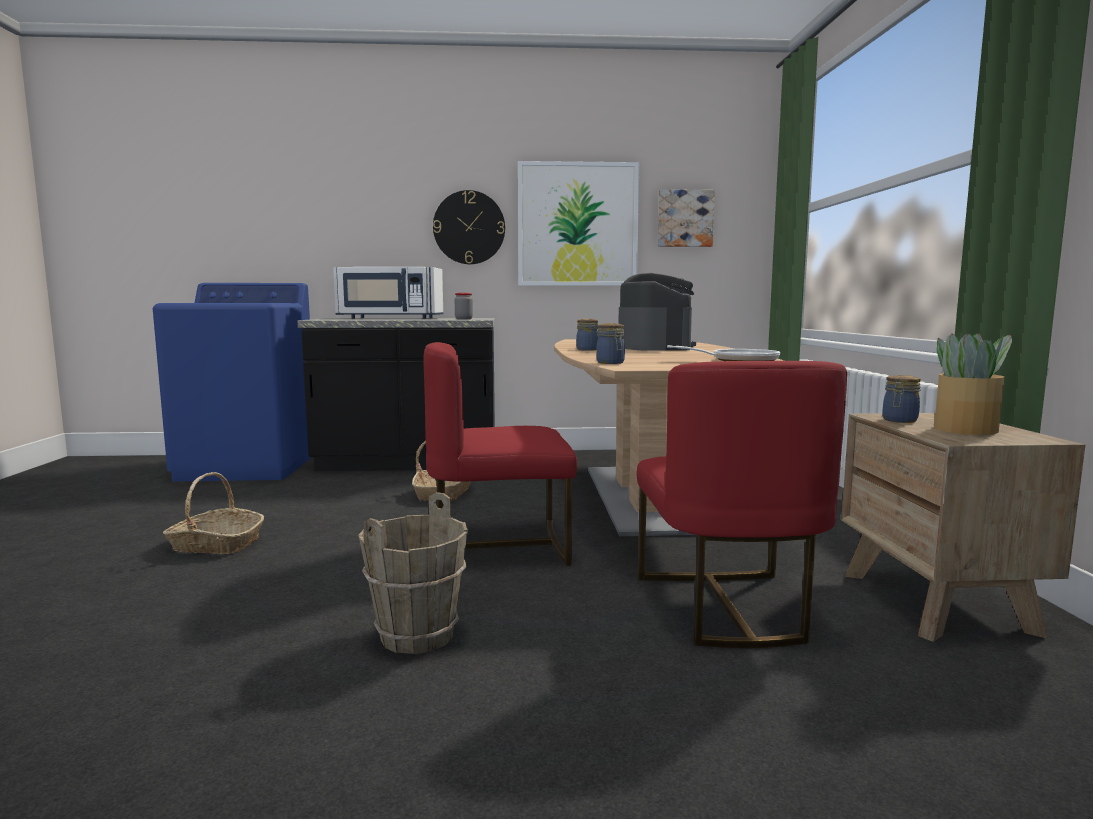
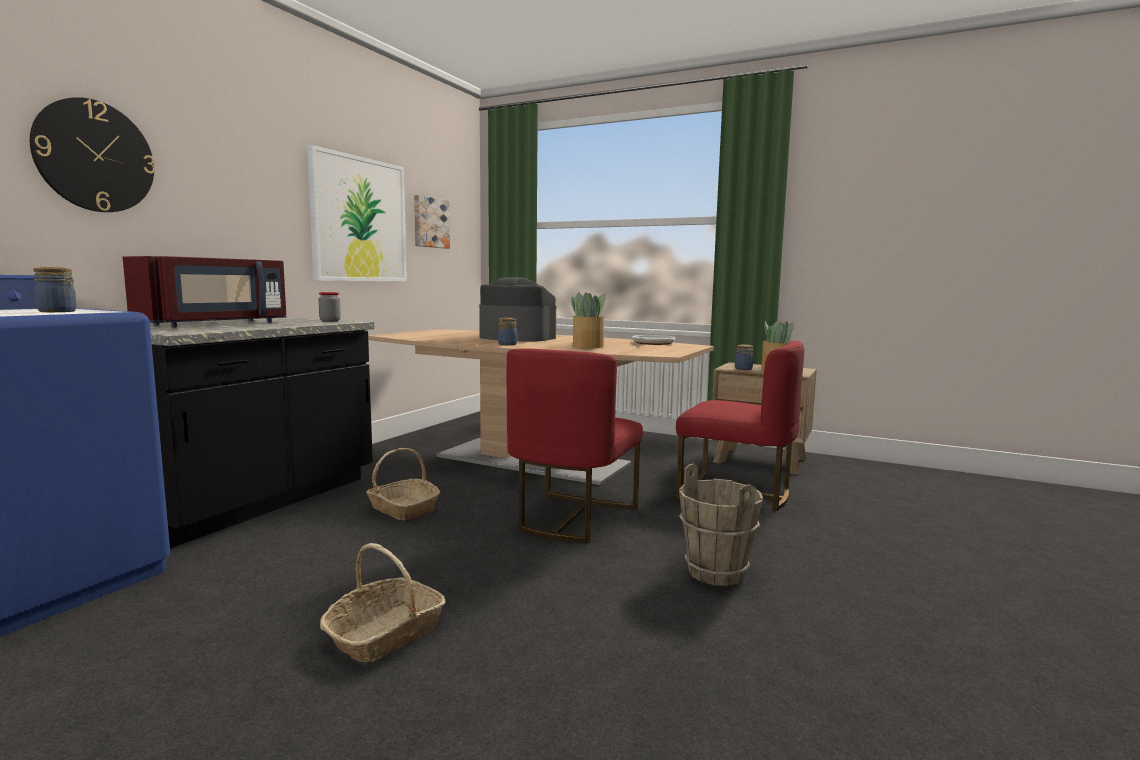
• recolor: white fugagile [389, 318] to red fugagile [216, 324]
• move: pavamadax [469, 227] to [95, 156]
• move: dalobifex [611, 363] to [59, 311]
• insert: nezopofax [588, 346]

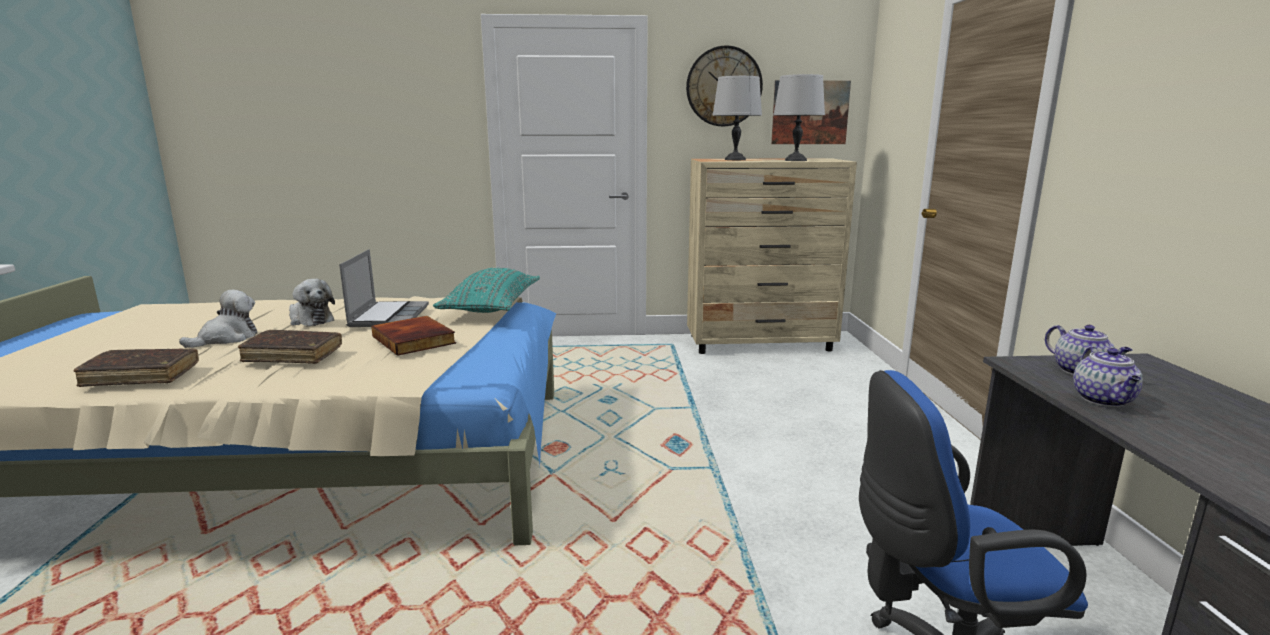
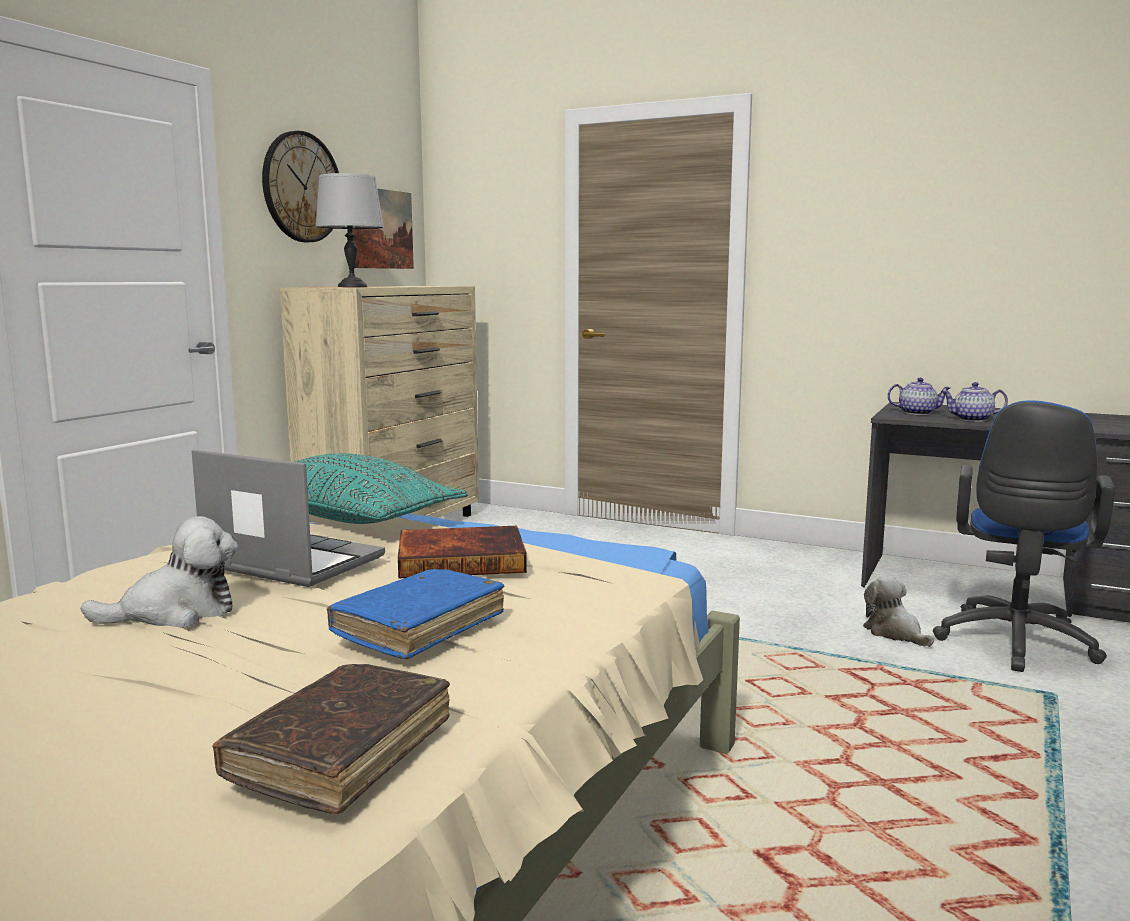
• move: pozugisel [227, 338] to [895, 633]
• recolor: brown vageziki [293, 355] to blue vageziki [419, 627]
• delete: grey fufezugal [796, 160]
• rotate: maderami [1104, 400] = [971, 419] 150 degrees clockwise

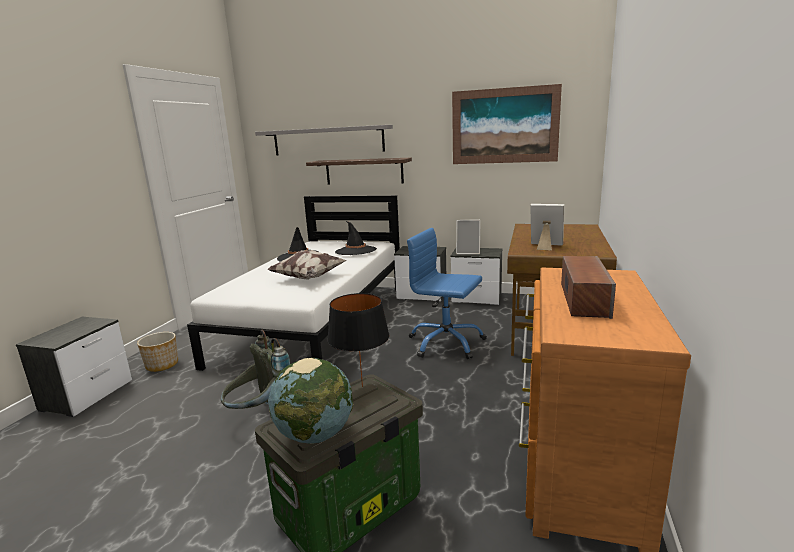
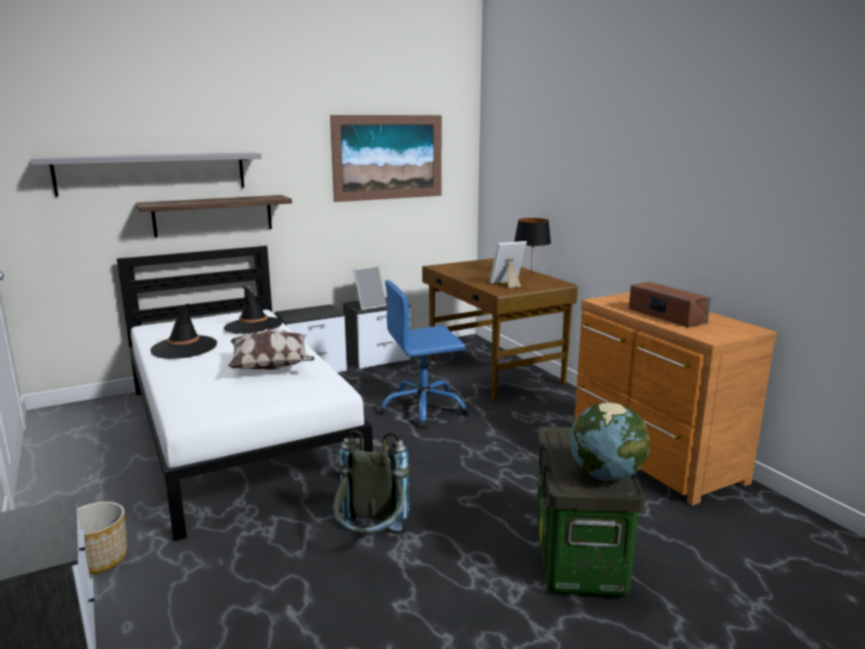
• move: black fufezugal [362, 386] to [530, 275]

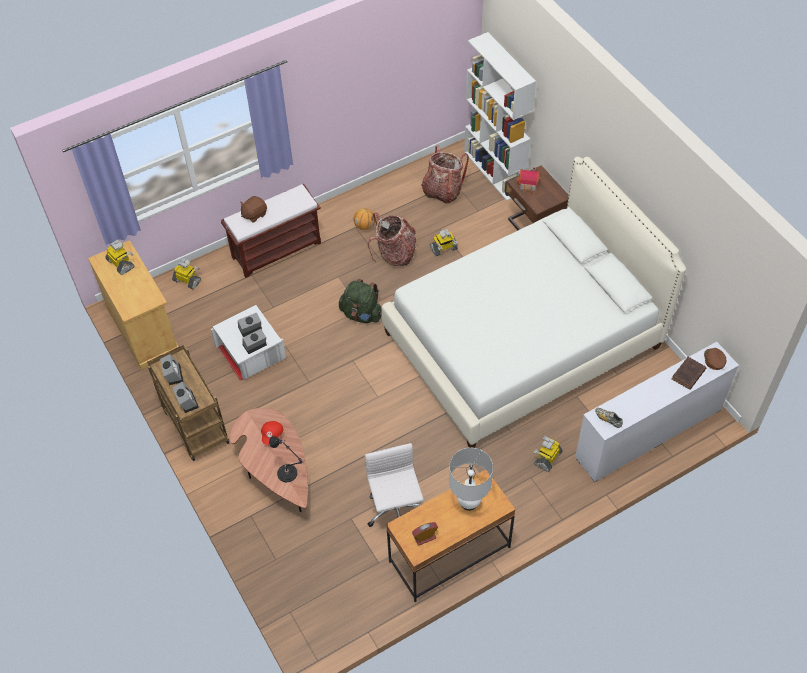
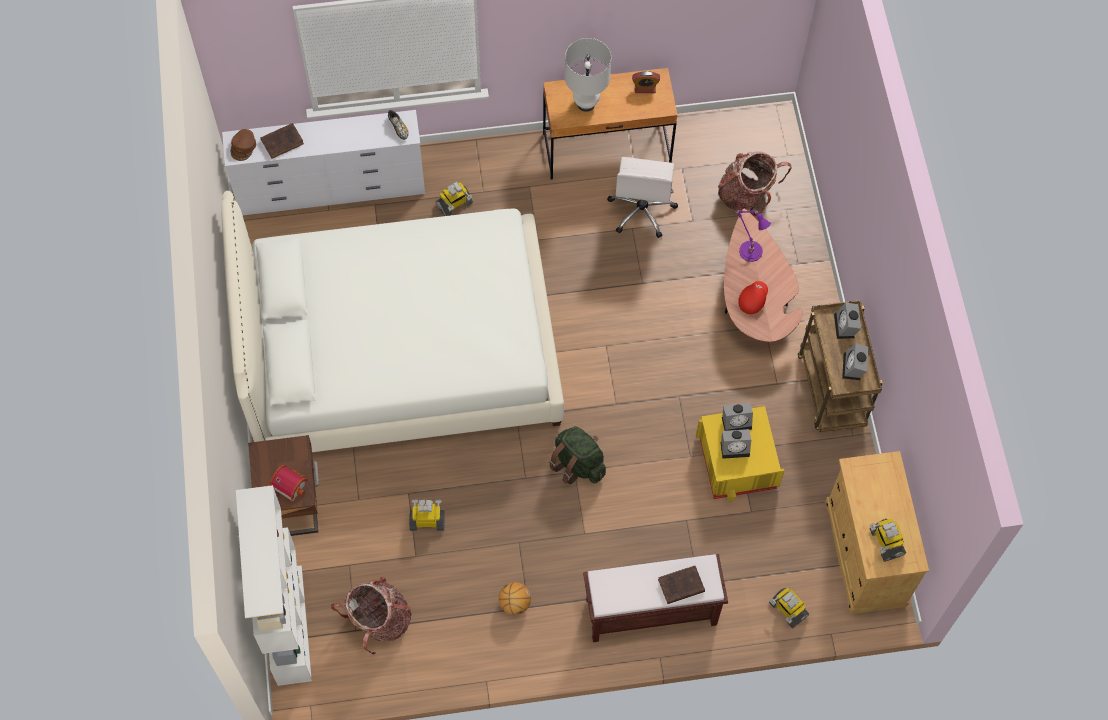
• recolor: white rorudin [250, 354] to yellow rorudin [737, 461]
• replace: brown pozugisel [254, 214] to brown vageziki [680, 586]
• recolor: black fufezugal [288, 474] to purple fufezugal [749, 249]
• move: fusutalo [395, 254] to [747, 195]

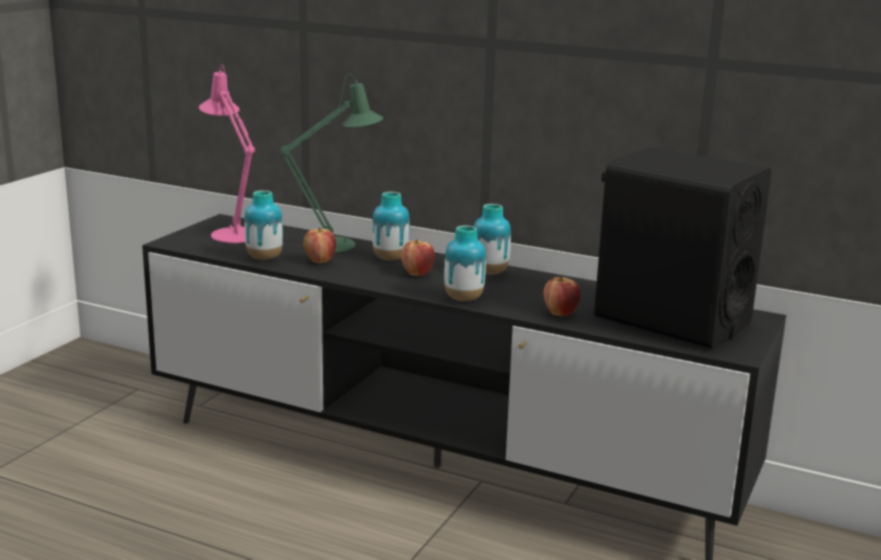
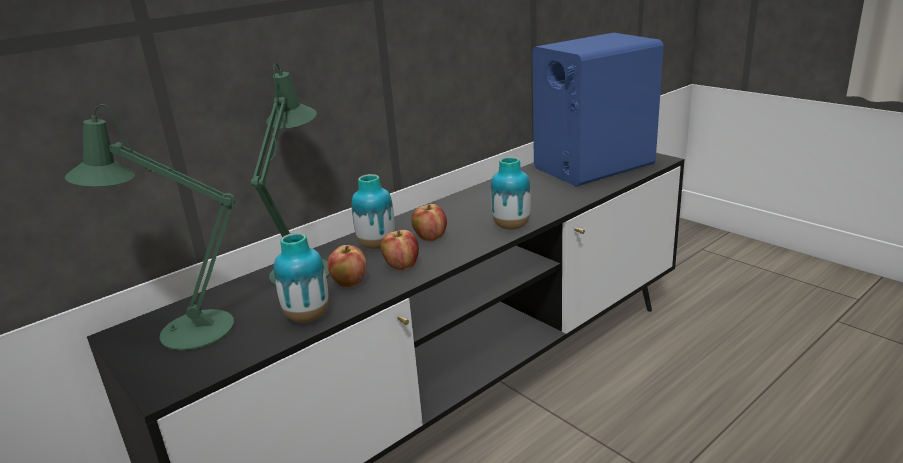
• recolor: pink fufezugal [233, 233] to green fufezugal [185, 331]
• delete: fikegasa [490, 272]
• move: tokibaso [560, 313] to [402, 266]
• recolor: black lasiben [671, 320] to blue lasiben [593, 167]

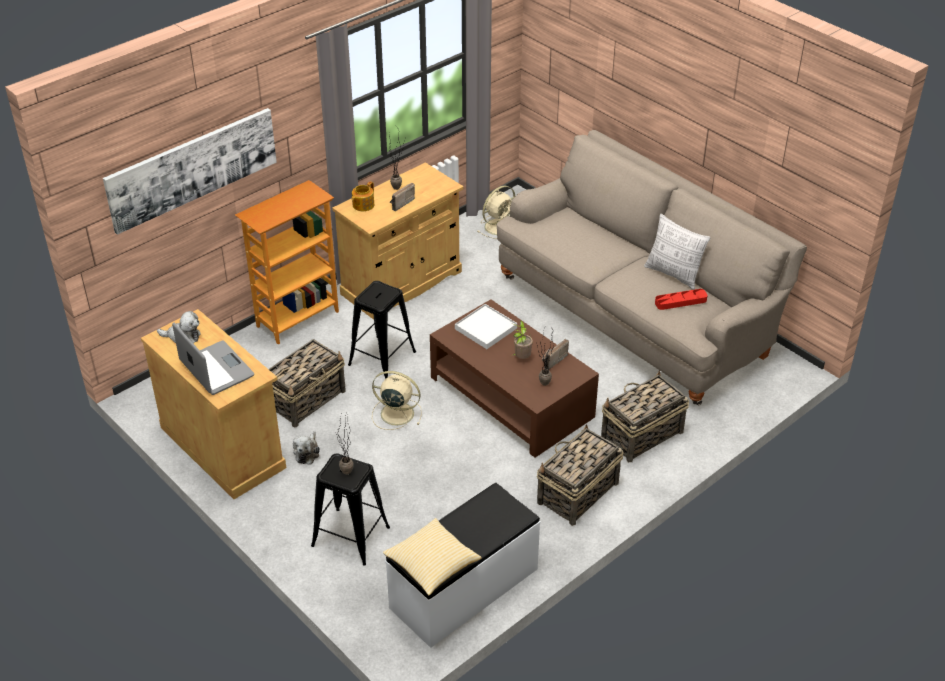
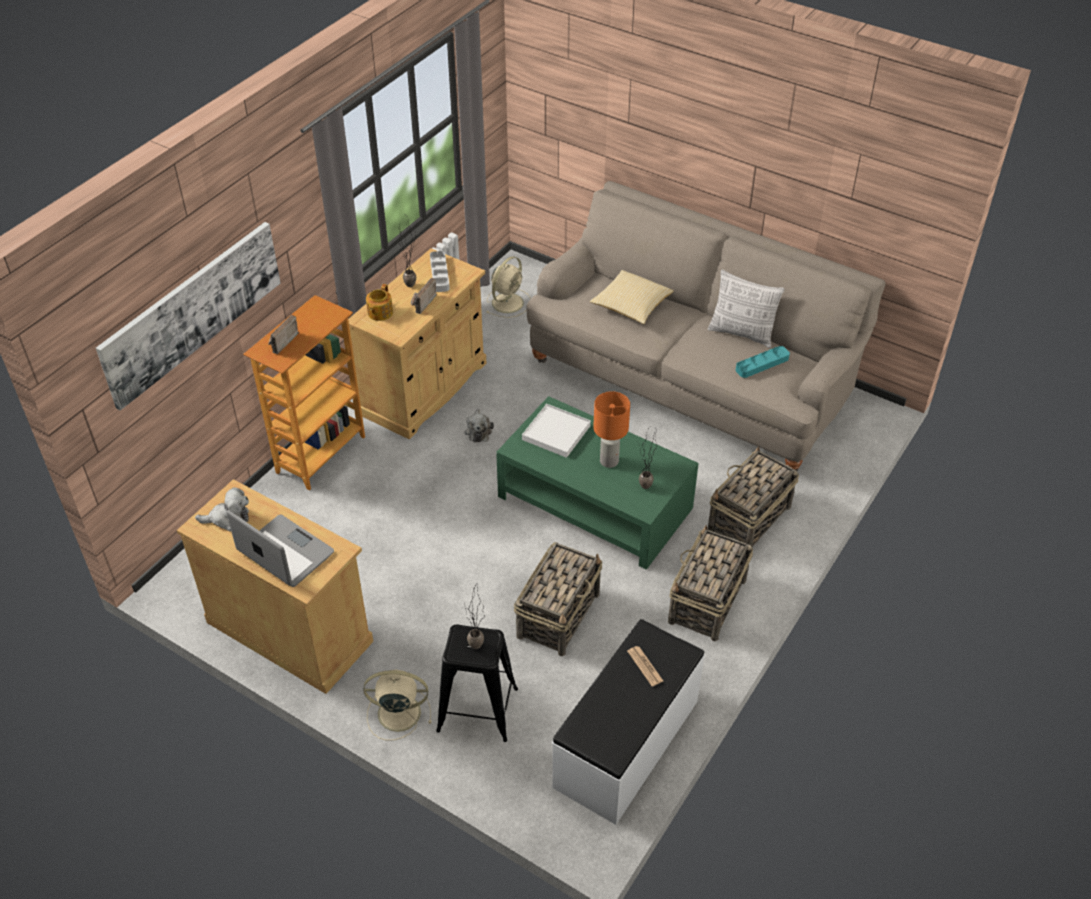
• move: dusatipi [307, 399] to [559, 614]
• move: pozugisel [307, 452] to [478, 430]
• delete: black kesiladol [382, 358]
• move: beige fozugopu [395, 413] to [397, 713]
• move: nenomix [432, 564] to [631, 306]
• recolor: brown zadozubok [511, 397] to green zadozubok [595, 502]
• replace: nezopofax [521, 358] to orange fufezugal [608, 461]
• move: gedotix [551, 360] to [280, 342]
• recolor: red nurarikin [680, 301] to turquoise nurarikin [762, 364]
• insert: grey nurarikin [439, 274]
• insert: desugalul [645, 666]

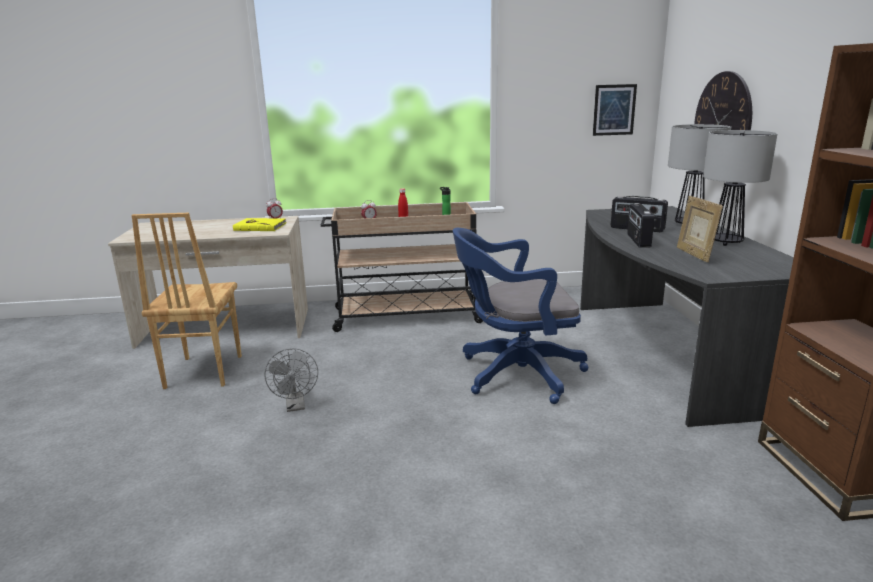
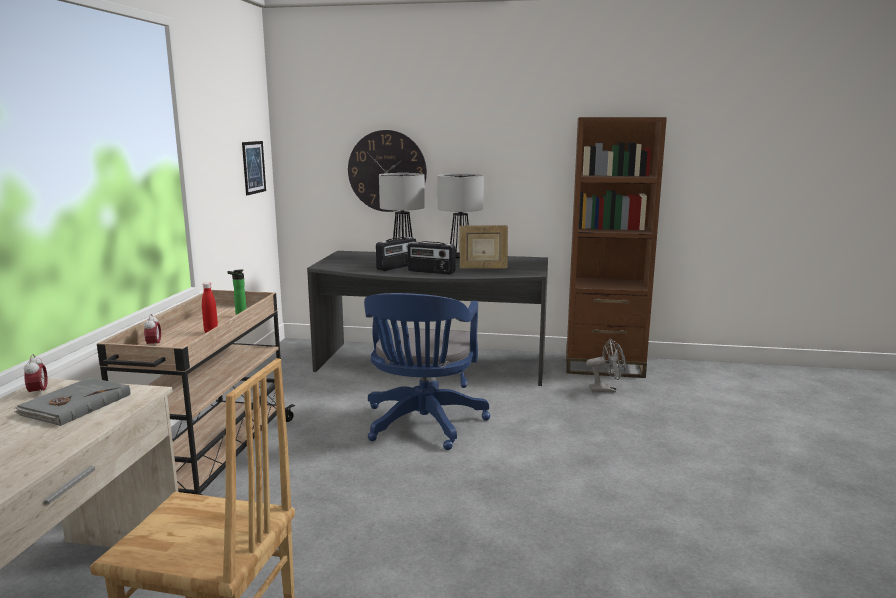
• recolor: yellow vageziki [260, 227] to grey vageziki [74, 405]
• move: grey fozugopu [296, 406] to [606, 390]

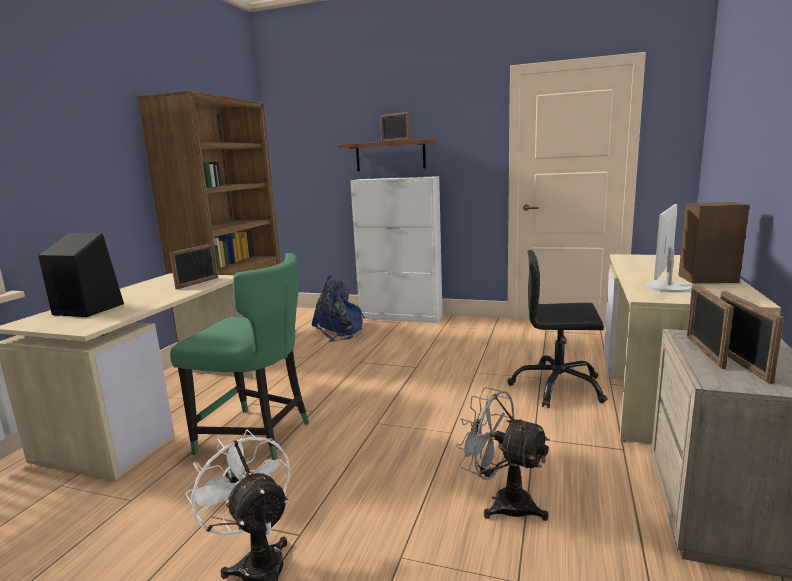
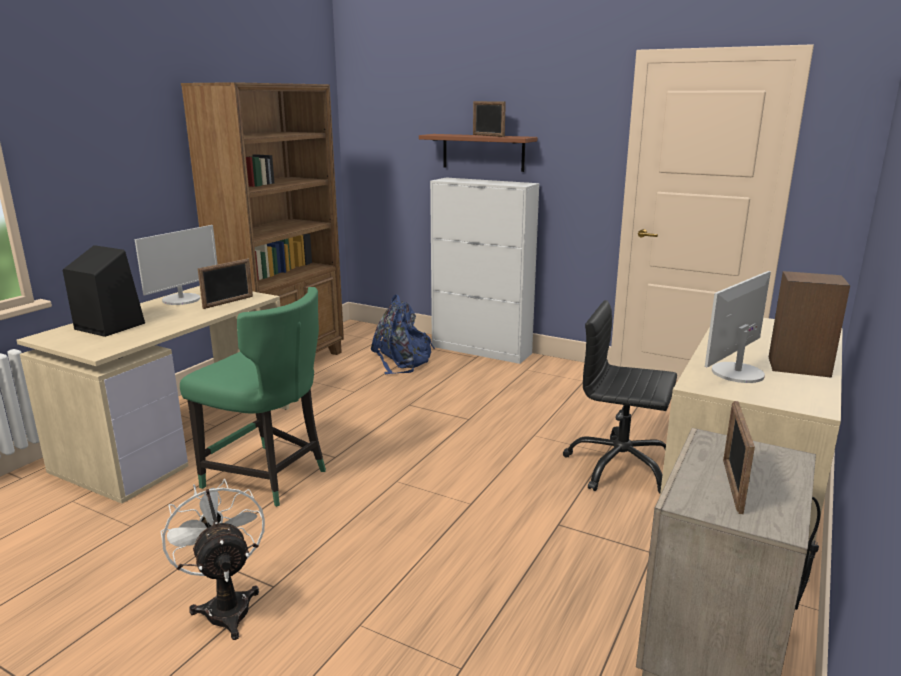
• delete: grey fozugopu [503, 502]
• delete: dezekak [704, 352]
• insert: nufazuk [182, 299]

